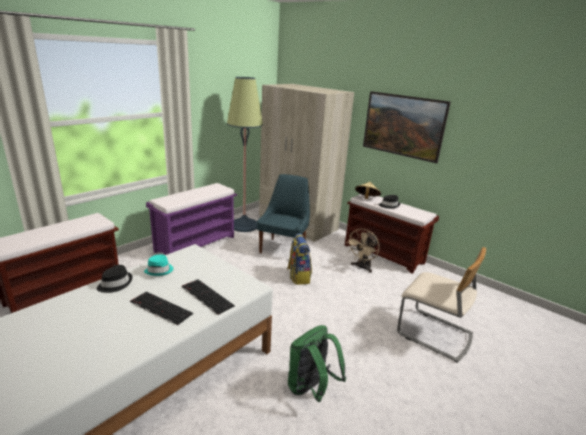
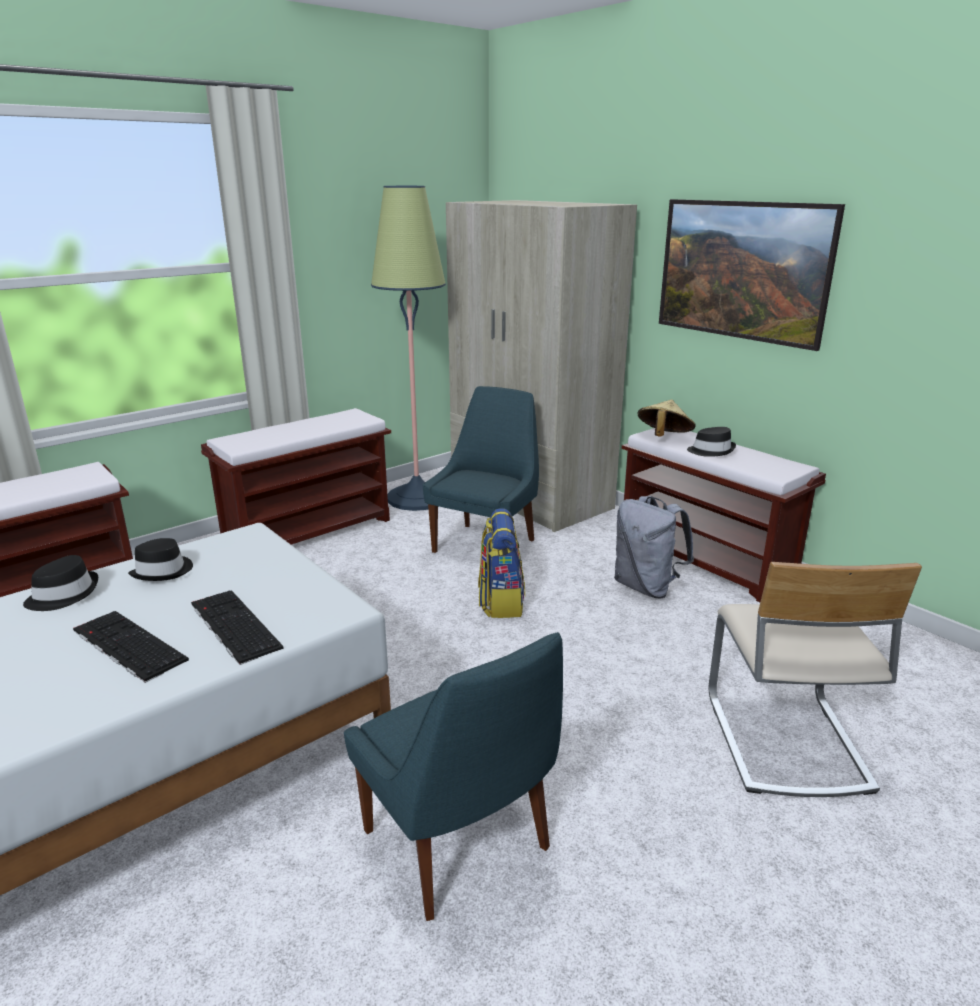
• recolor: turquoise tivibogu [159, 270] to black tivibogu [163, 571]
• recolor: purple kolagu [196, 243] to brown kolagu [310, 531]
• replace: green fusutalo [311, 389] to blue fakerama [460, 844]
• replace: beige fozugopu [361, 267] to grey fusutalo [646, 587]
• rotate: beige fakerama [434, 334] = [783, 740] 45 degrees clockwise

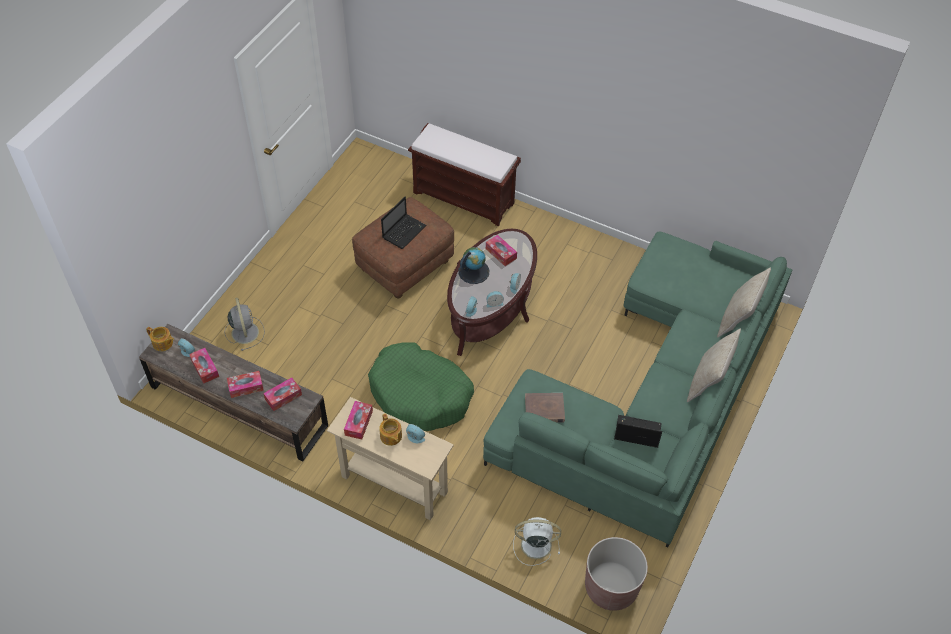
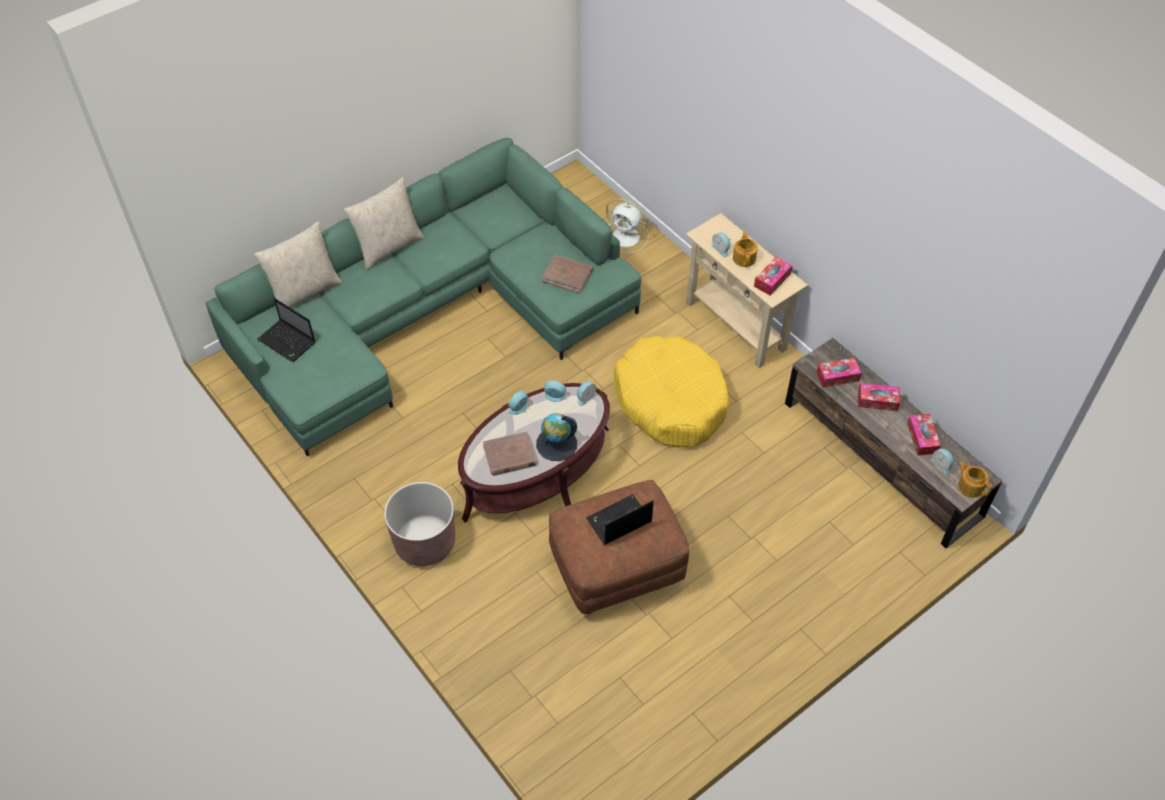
• delete: grey fozugopu [245, 332]
• recolor: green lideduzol [420, 394] to yellow lideduzol [670, 400]
• delete: brown kolagu [464, 198]
• replace: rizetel [501, 253] to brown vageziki [510, 456]
• move: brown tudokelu [611, 587] to [425, 542]
• move: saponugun [636, 432] to [288, 342]

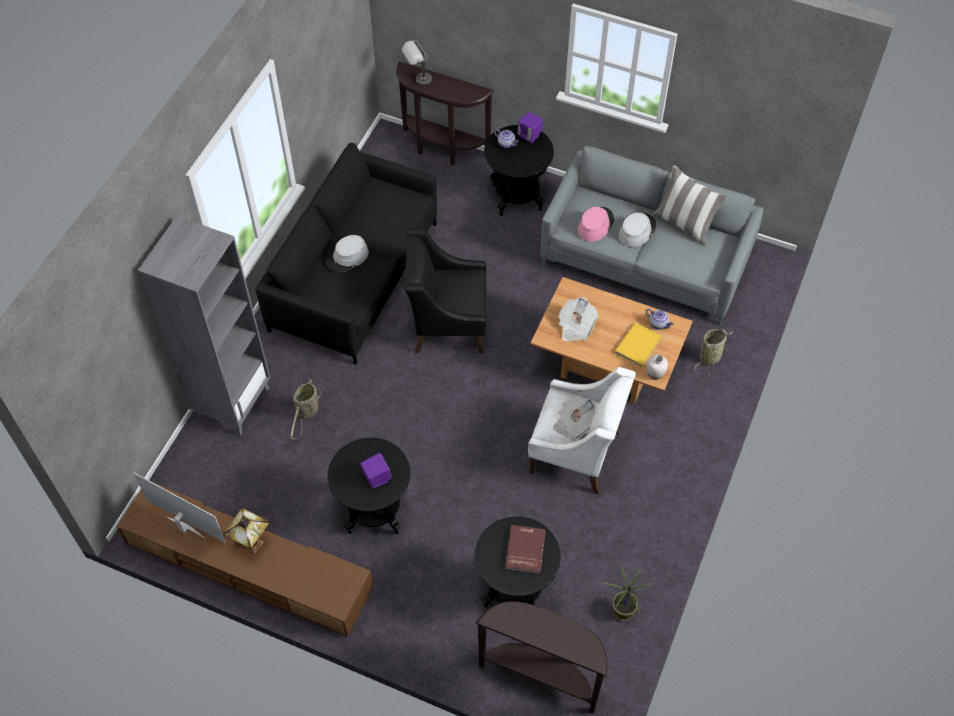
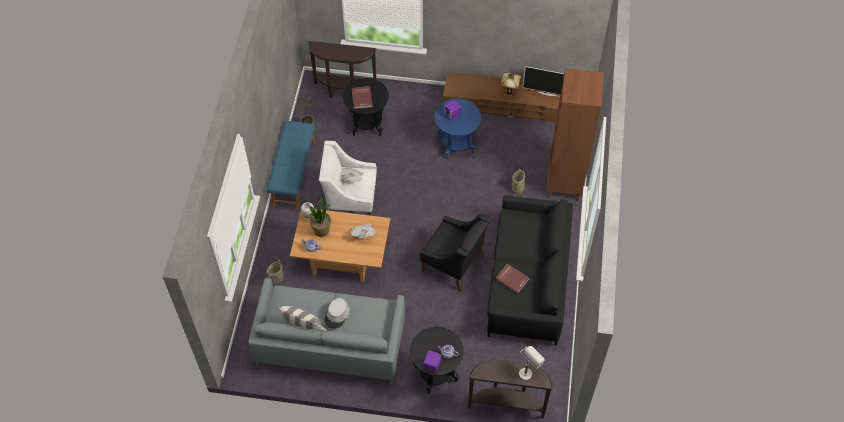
• recolor: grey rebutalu [233, 402] to brown rebutalu [564, 184]
• delete: grey tivibogu [347, 257]
• recolor: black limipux [374, 511] to blue limipux [456, 145]
• rotate: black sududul [447, 322] = [453, 264] 45 degrees clockwise
• delete: pink tivibogu [595, 224]
• replace: yellow vageziki [638, 346] to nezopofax [321, 230]
• insert: blue kolagu [293, 173]
• insert: red vageziki [512, 278]

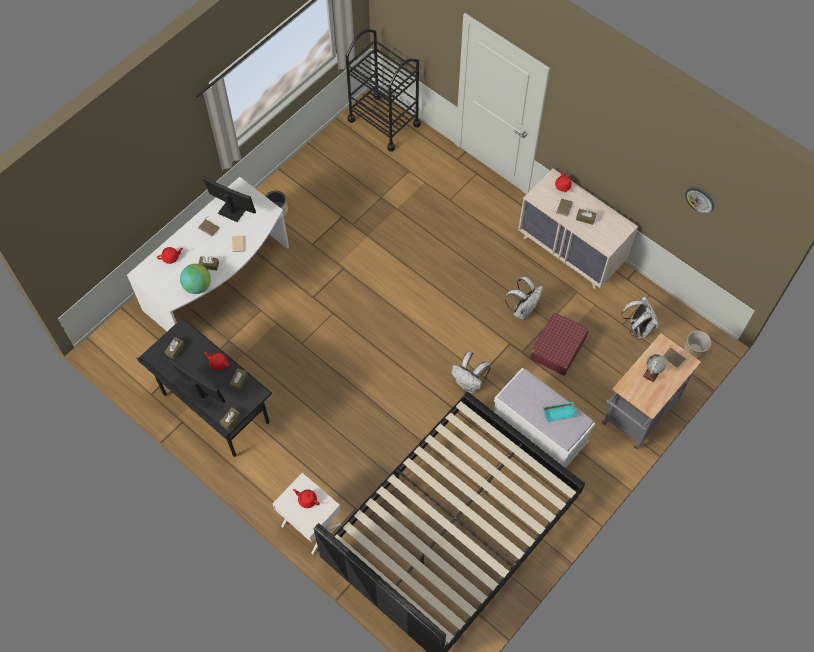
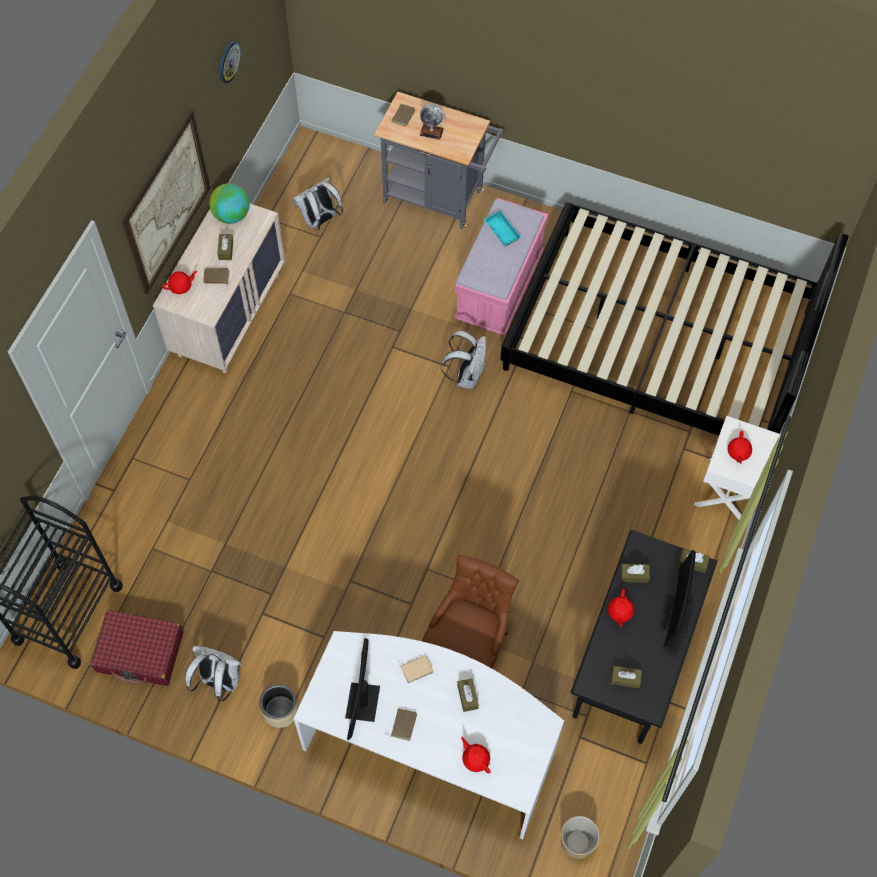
• move: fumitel [197, 286] to [231, 215]
• recolor: white kolagu [538, 431] to pink kolagu [499, 287]
• move: white fusutalo [523, 309] to [218, 681]
• move: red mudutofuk [557, 348] to [140, 652]
• move: tudokelu [694, 350] to [577, 842]
• insert: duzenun [167, 203]
• insert: brown fakerama [469, 644]

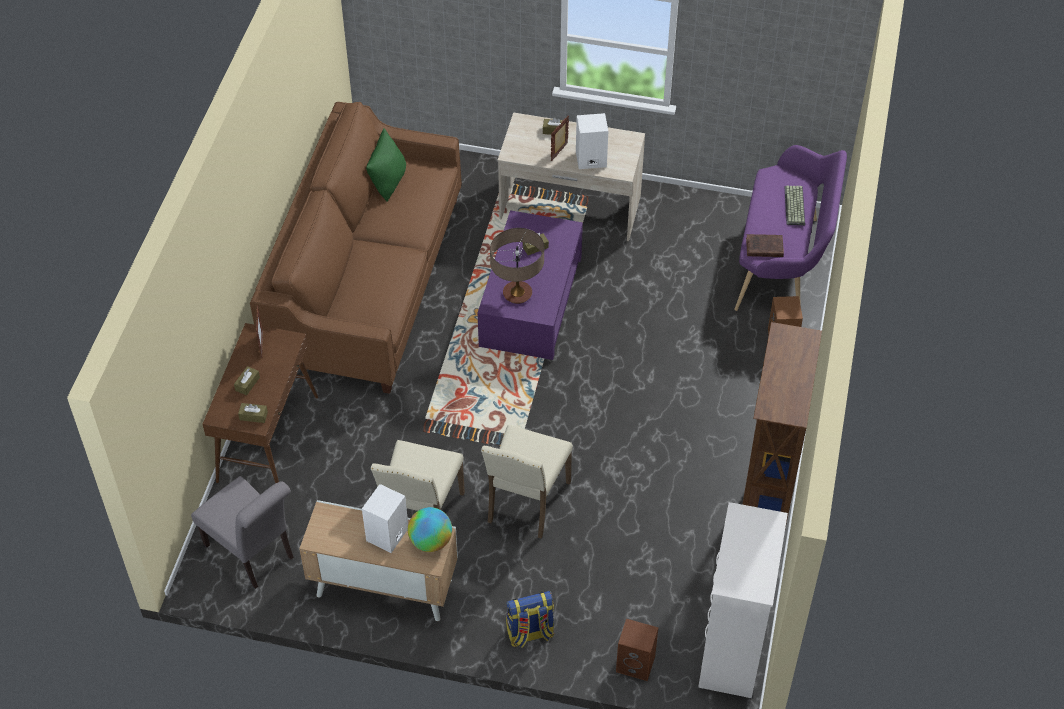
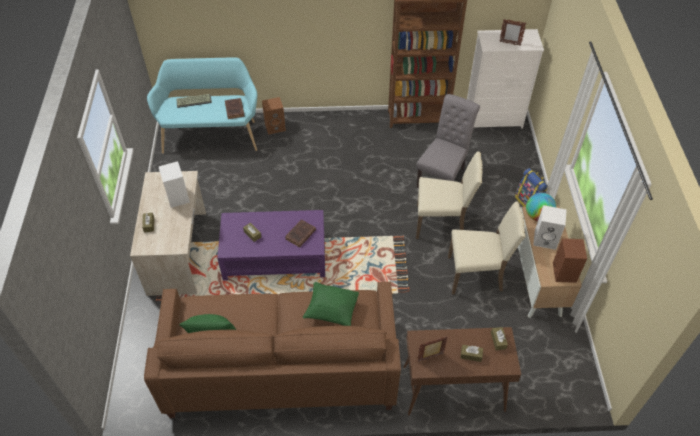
• move: grey fakerama [253, 554] to [443, 176]
• replace: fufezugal [517, 294] to brown vageziki [300, 235]
• move: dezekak [559, 152] to [509, 43]
• move: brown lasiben [636, 663] to [563, 271]
• recolor: purple kolagu [783, 263] to turquoise kolagu [211, 134]
• insert: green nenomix [331, 310]

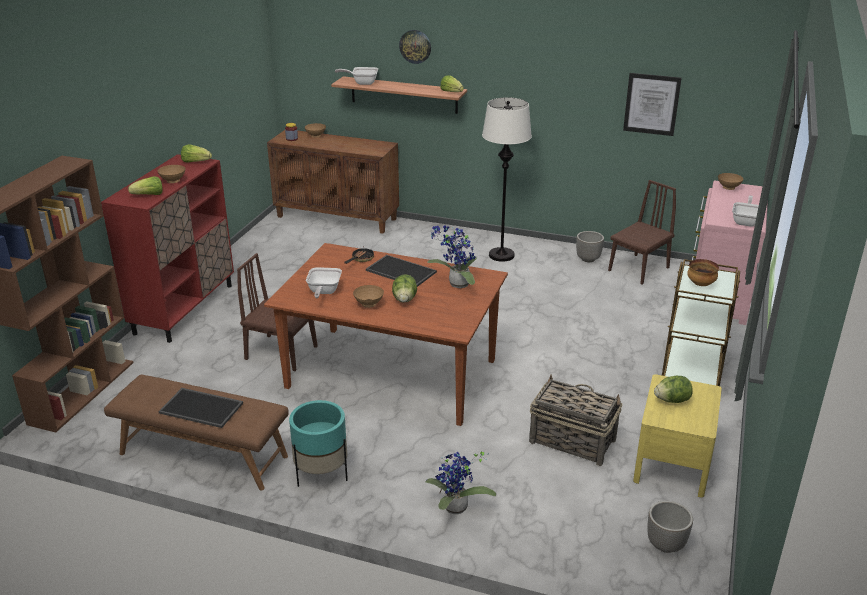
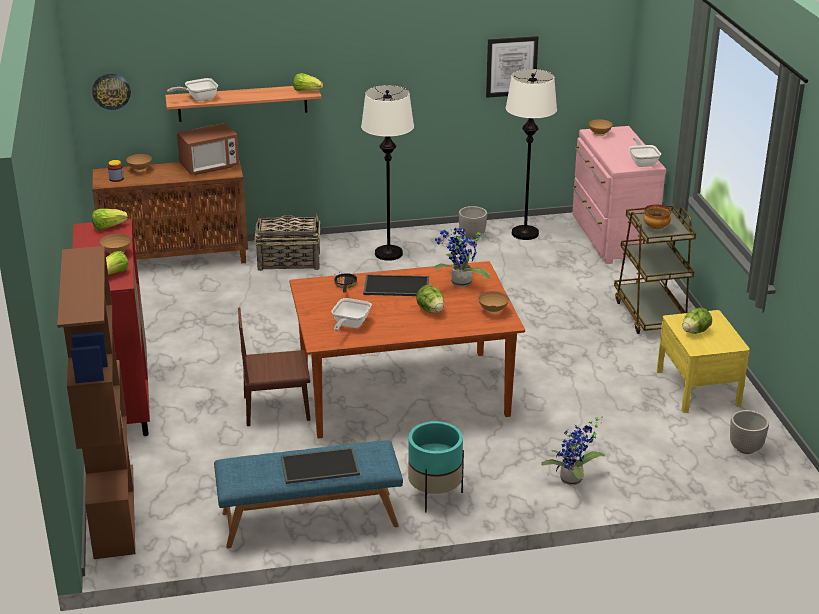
• recolor: brown kolagu [202, 455] to blue kolagu [309, 520]
• rotate: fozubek [323, 292] = [349, 325] 45 degrees clockwise
• move: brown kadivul [369, 305] to [493, 311]
• move: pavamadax [415, 46] to [111, 91]
• move: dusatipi [571, 440] to [288, 261]
• replace: brown fakerama [638, 269] to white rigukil [525, 233]
• insert: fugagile [209, 167]

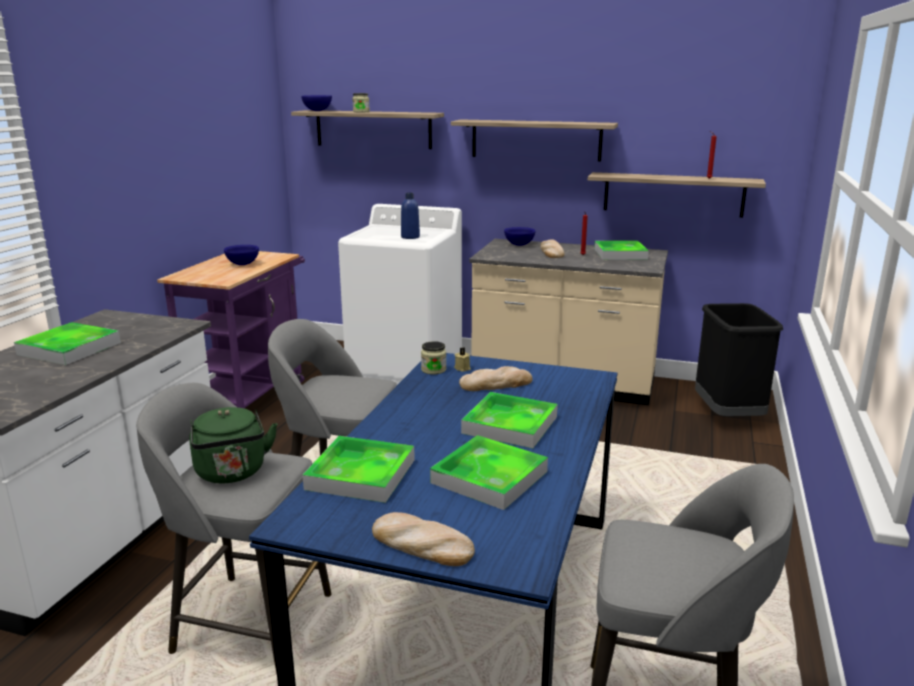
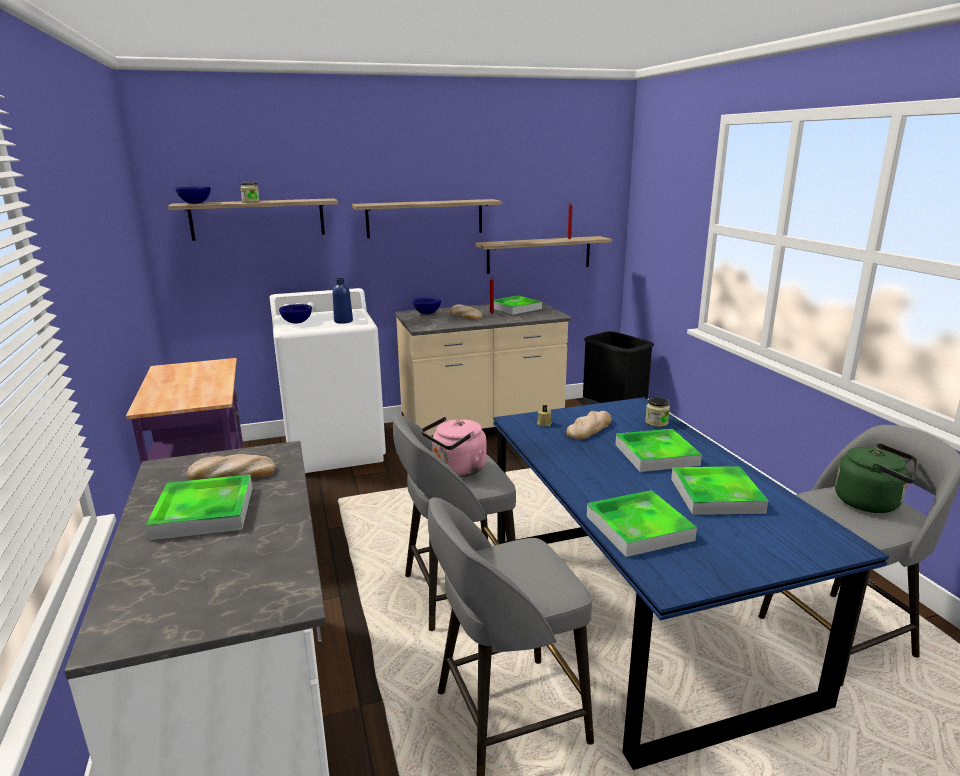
• move: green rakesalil [232, 473] to [871, 503]
• move: blue kadivul [242, 264] to [297, 322]
• move: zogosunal [421, 545] to [231, 474]
• move: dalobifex [433, 370] to [656, 422]
• insert: pink rakesalil [457, 470]

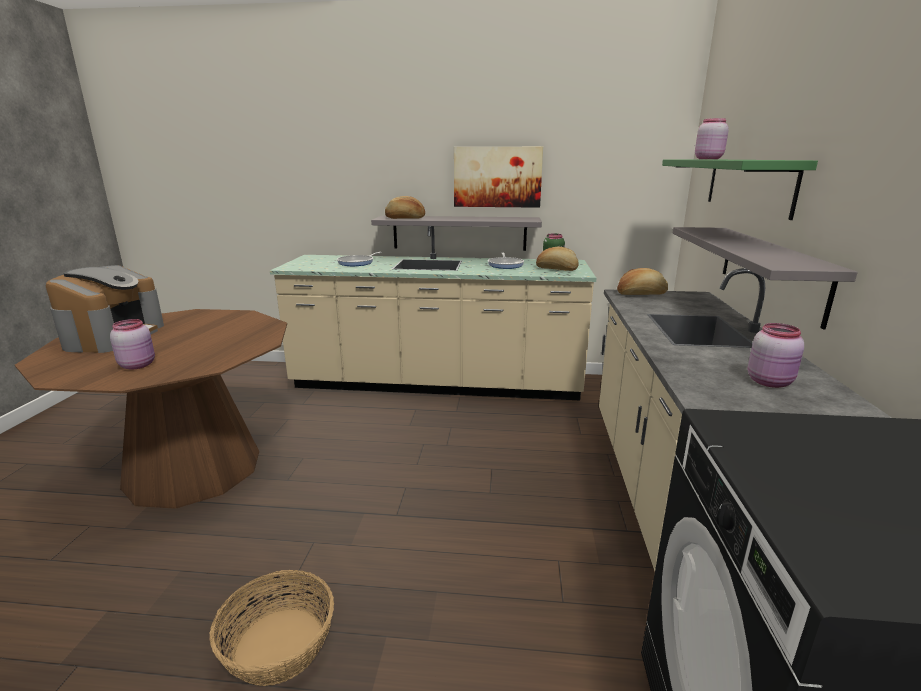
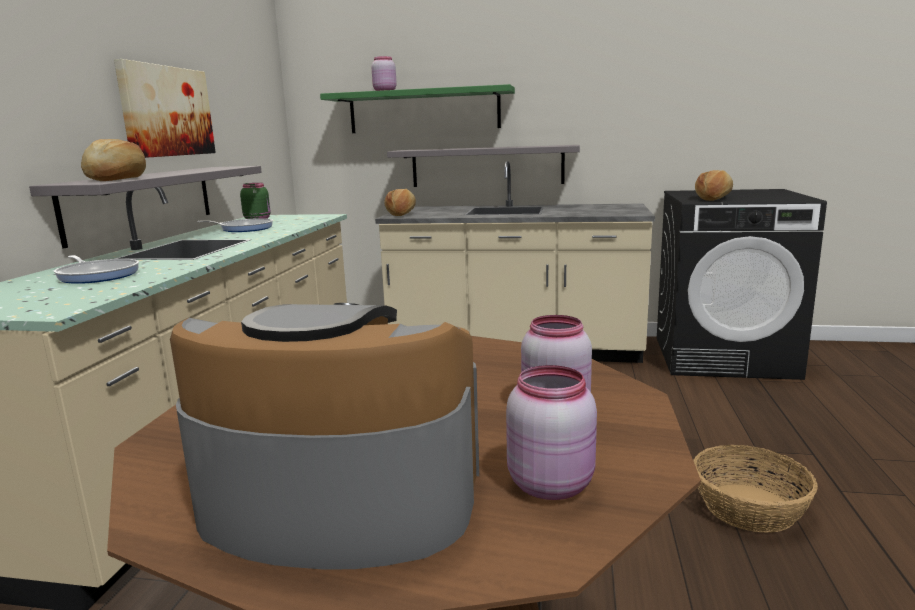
• move: zogosunal [556, 269] to [714, 198]
• move: pink dalobifex [770, 382] to [551, 483]

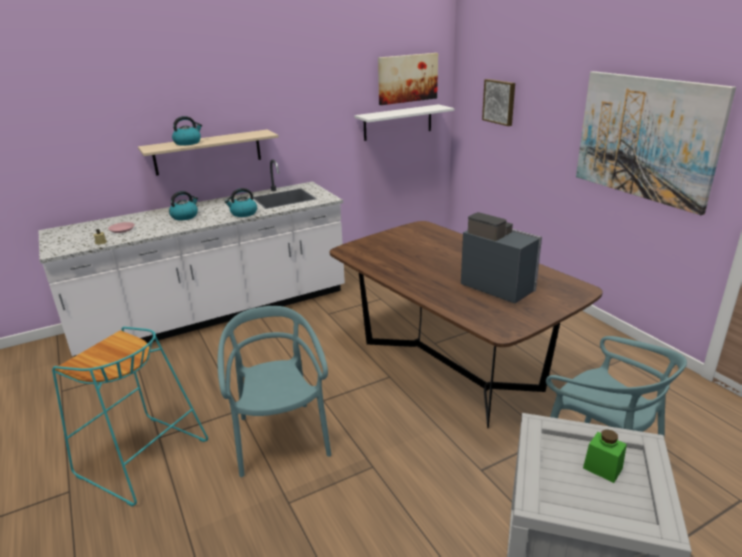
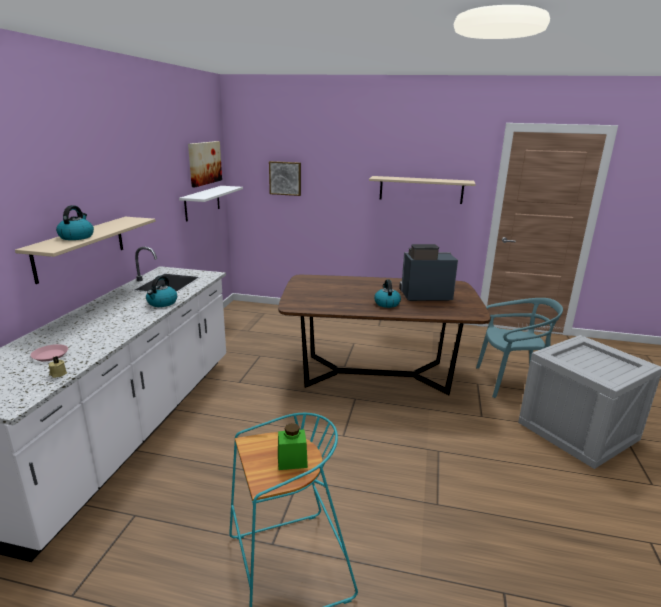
• move: rakesalil [185, 216] to [386, 303]
• delete: turquoise fakerama [280, 438]
• replace: duzenun [645, 138] to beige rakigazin [421, 190]
• move: green dalobifex [602, 468] to [292, 461]

